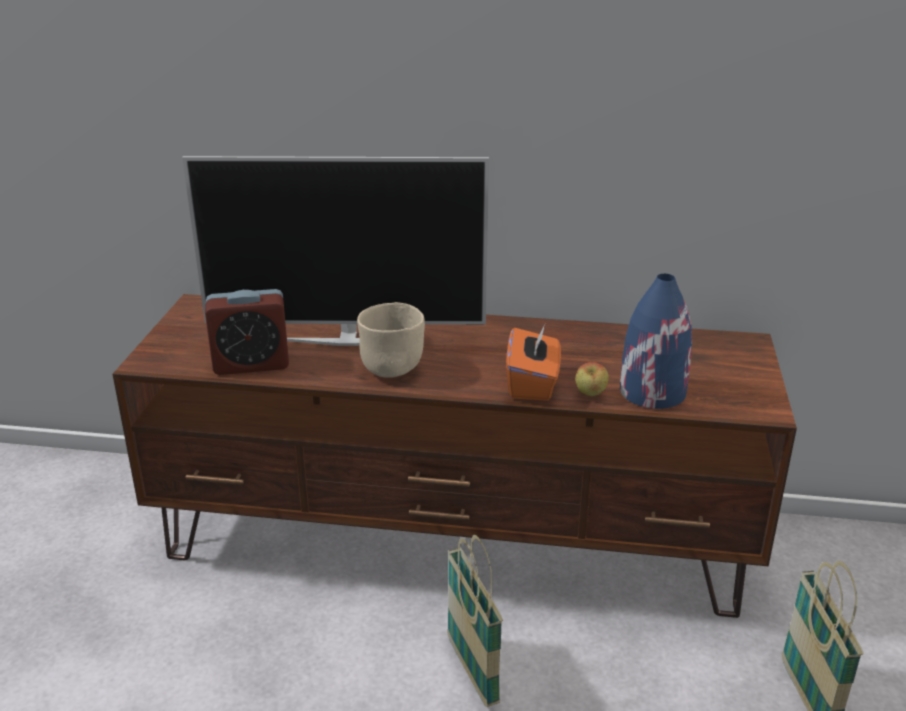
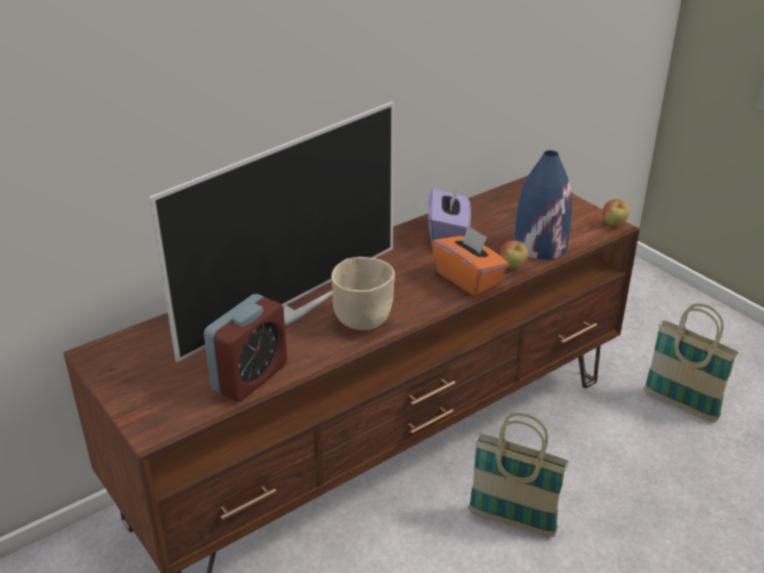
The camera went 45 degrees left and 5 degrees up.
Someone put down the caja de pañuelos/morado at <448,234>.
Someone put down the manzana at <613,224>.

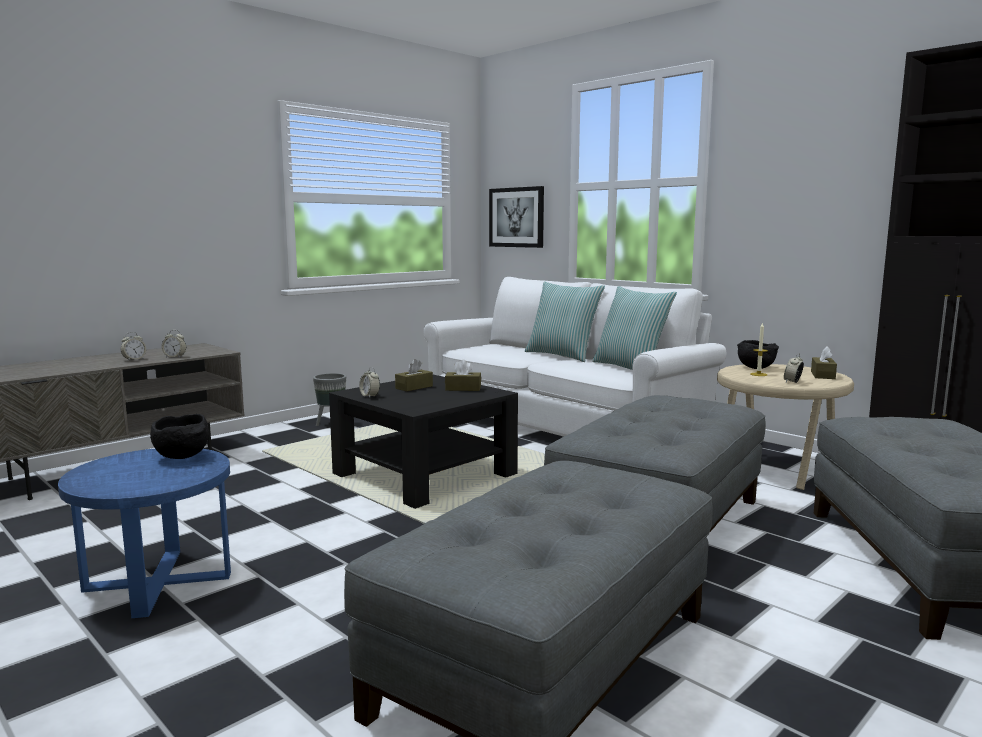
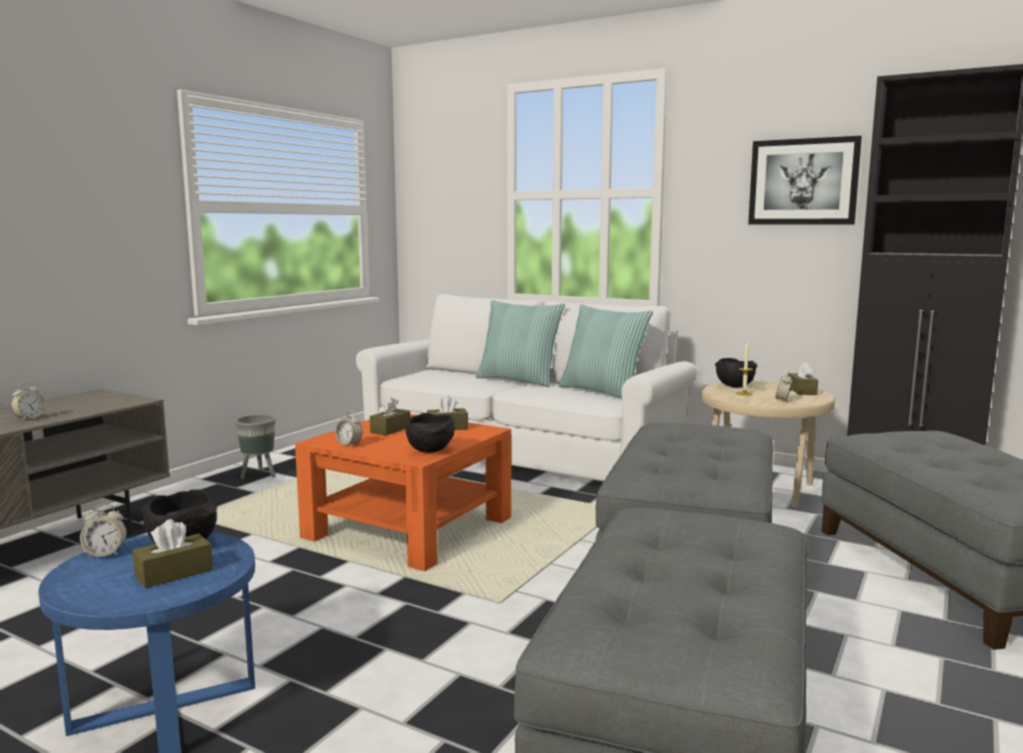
The camera went 15 degrees left and 0 degrees up.
Someone put down the caja de pañuelos/marrón at <174,573>.
Someone put down the cuenco/negro at <431,451>.
Someone carried the despertador from <175,357> to <105,554>.
Someone carried the cuadro from <516,217> to <803,182>.
Someone repainted the mesa de centro/negro at <424,474>, which became the mesa de centro/naranja at <409,528>.

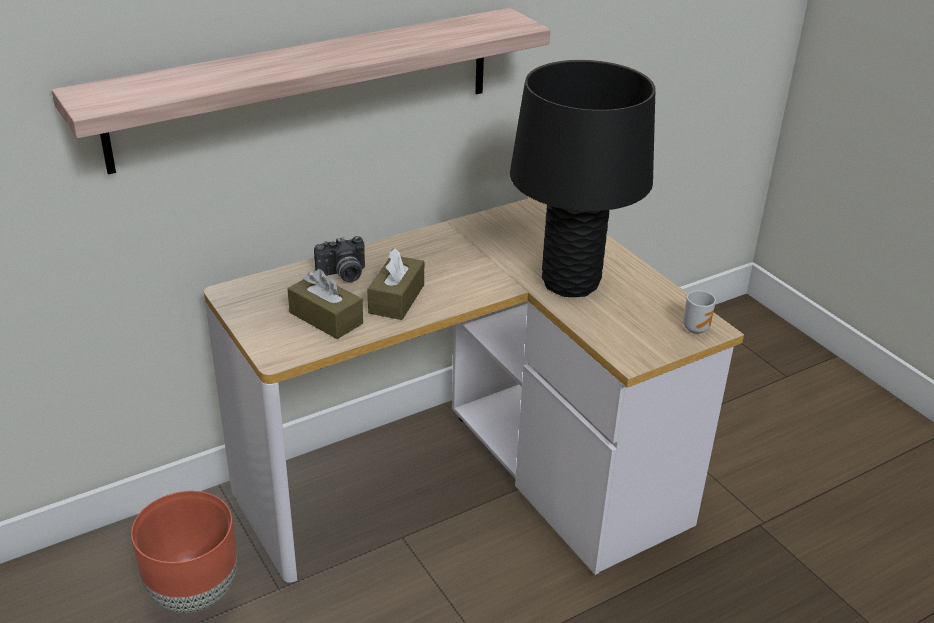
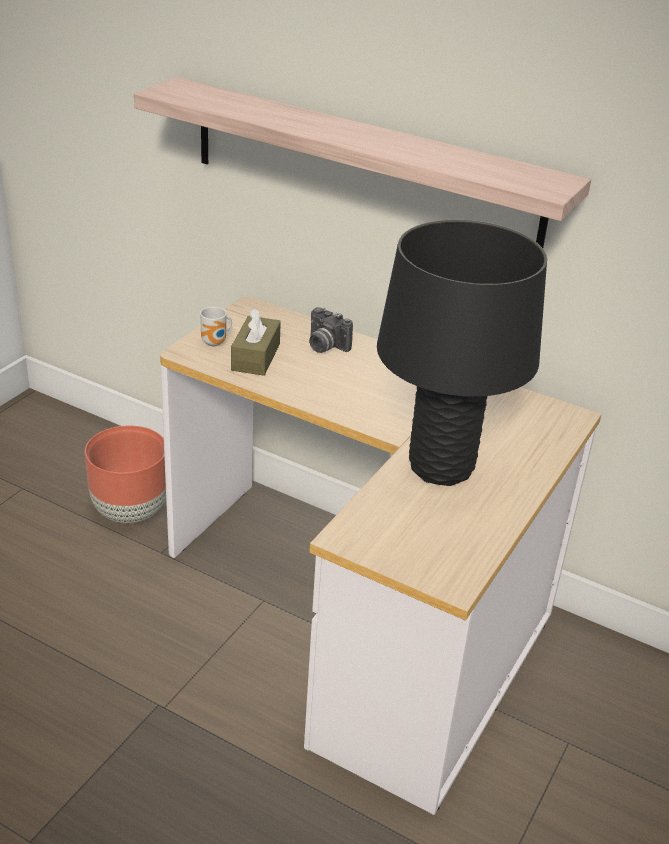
The camera went 60 degrees right and 0 degrees up.
Someone took away the caja de pañuelos/marrón at <396,299>.
Someone carried the taza grande from <696,328> to <216,343>.

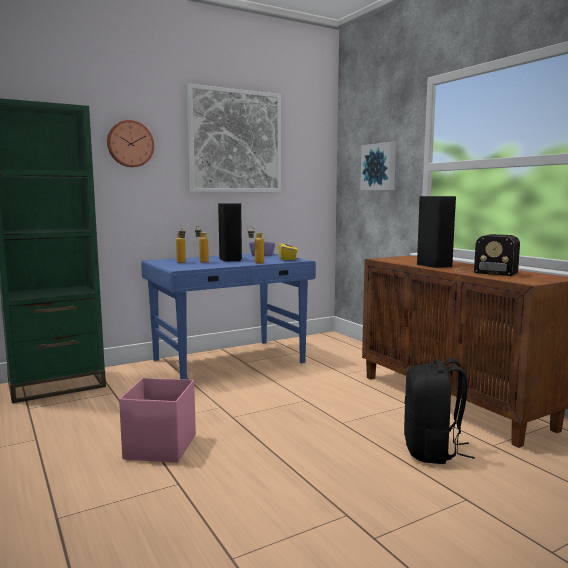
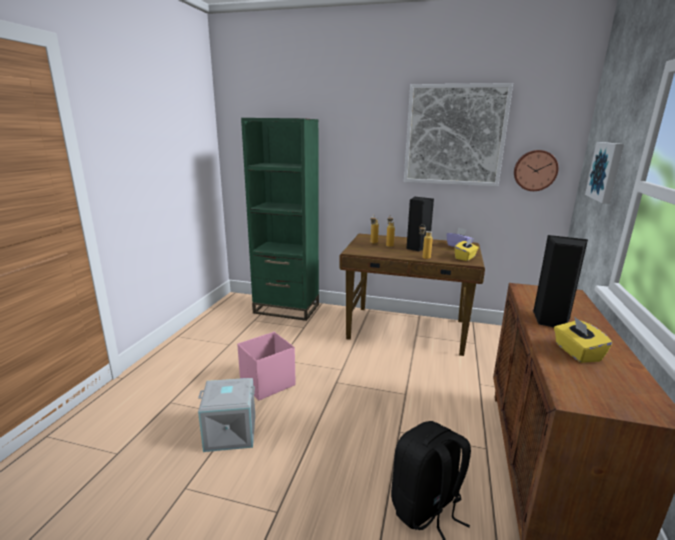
The camera went 45 degrees right and 10 degrees up.
Someone put down the caja de almacenaje/gris at <230,433>.
Someone carried the reloj de pared from <130,144> to <535,170>.
Someone swapped the radio at <482,271> for the caja de pañuelos/amarillo at <576,352>.
Someone repainted the escritorio/azul at <230,361>, which became the escritorio/marrón at <407,330>.

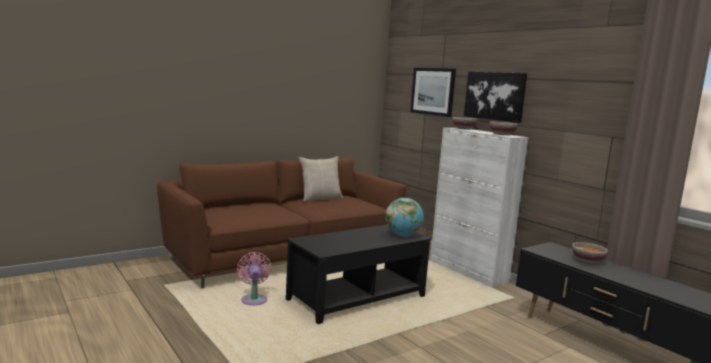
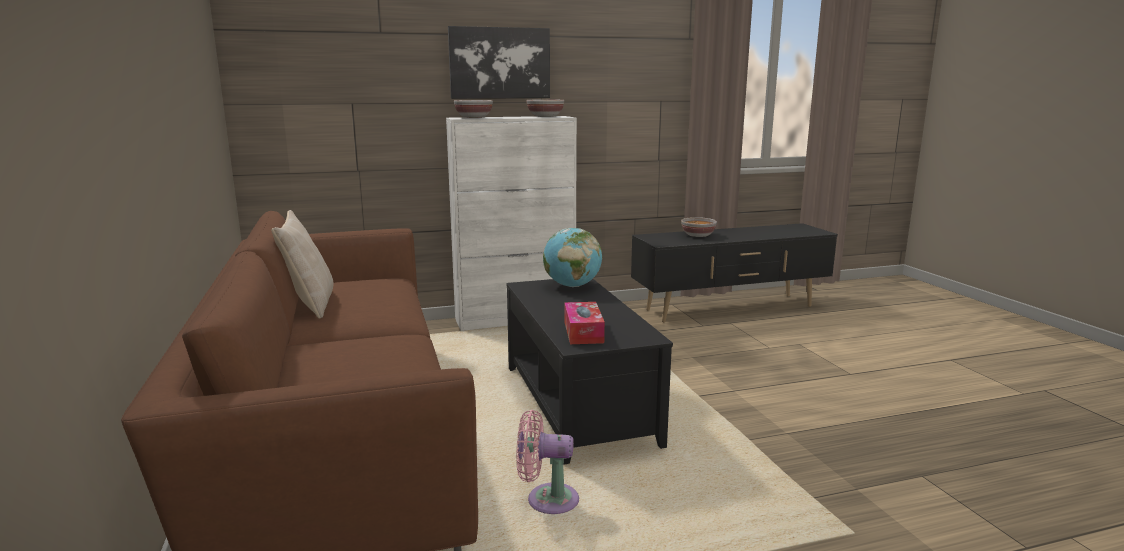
The camera went 70 degrees left and 5 degrees up.
Someone took away the cuadro at <433,91>.
Someone put down the caja de pañuelos at <583,332>.

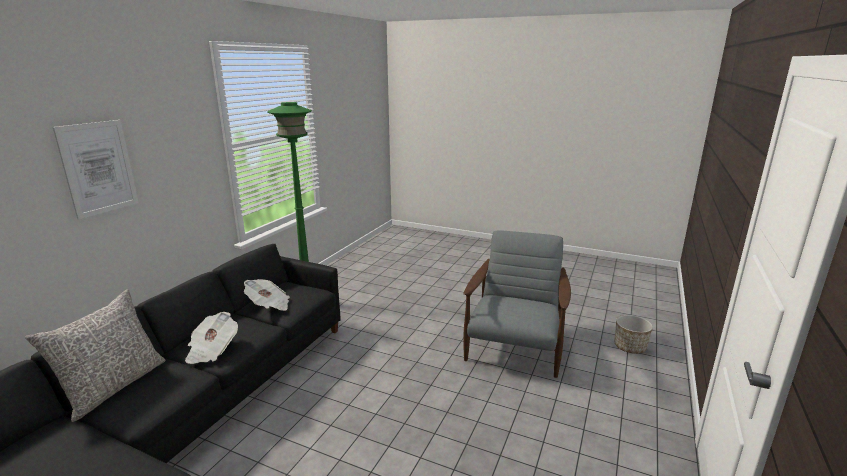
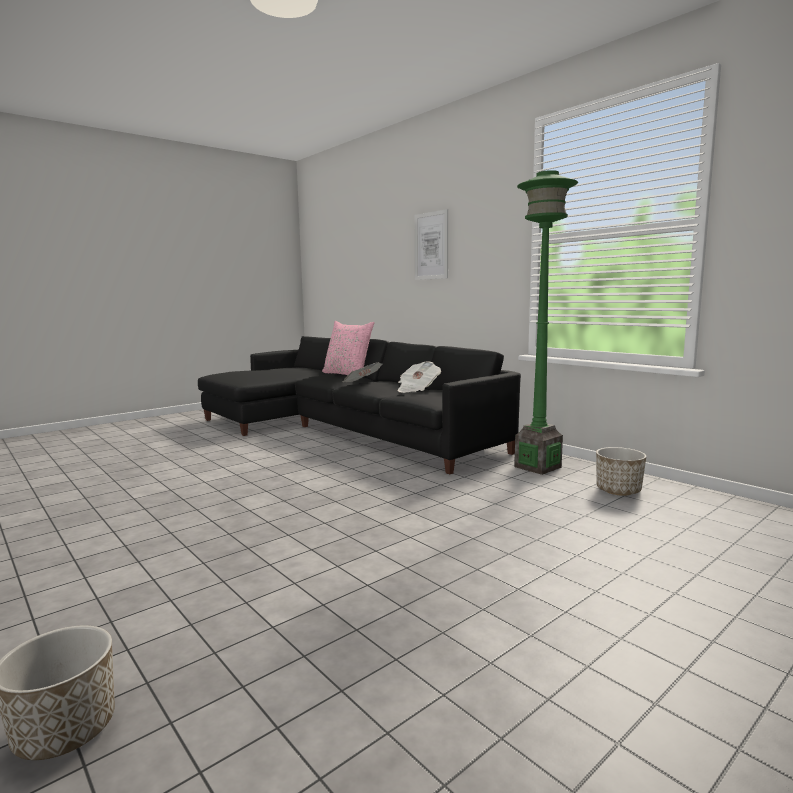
The camera went 115 degrees right and 10 degrees down.
Someone took away the sillón/gris at <514,346>.
Someone put down the maceta at <618,491>.
Someone repainted the cojín/gris at <113,386>, which became the cojín/rosa at <348,374>.

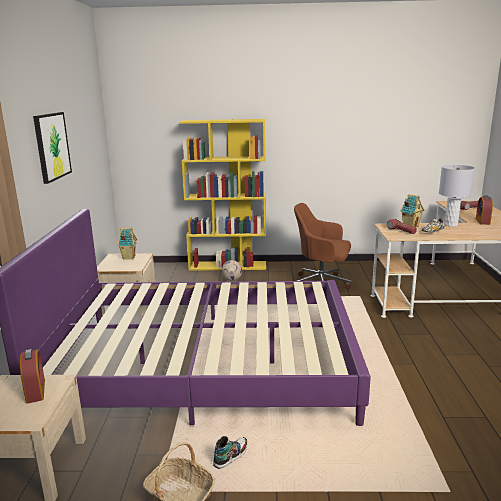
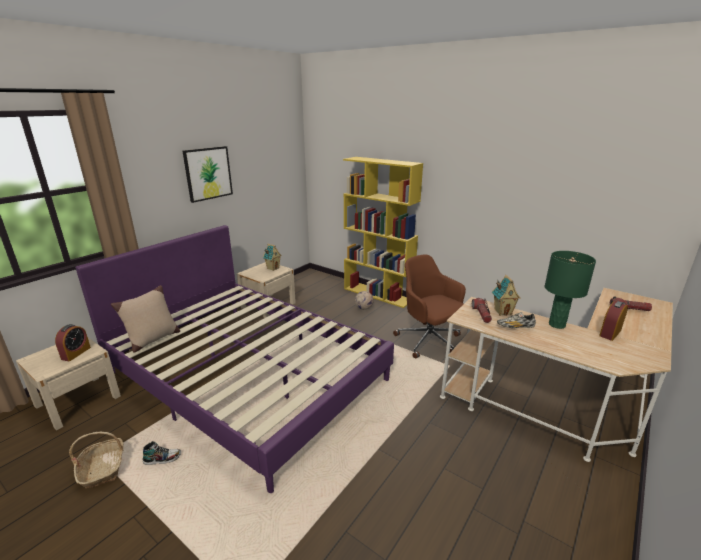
The camera went 35 degrees right and 5 degrees up.
Someone put down the cojín/beis at <152,340>.
Someone repainted the lámpara de mesa/gris at <450,225>, which became the lámpara de mesa/verde at <556,324>.

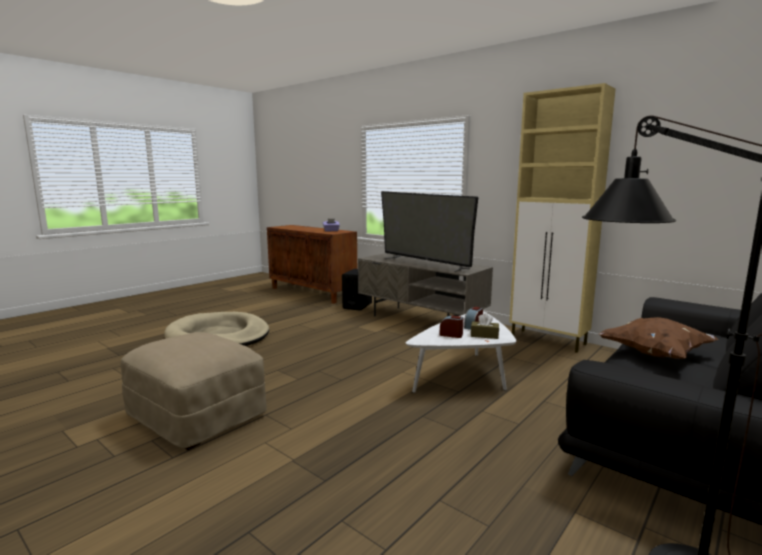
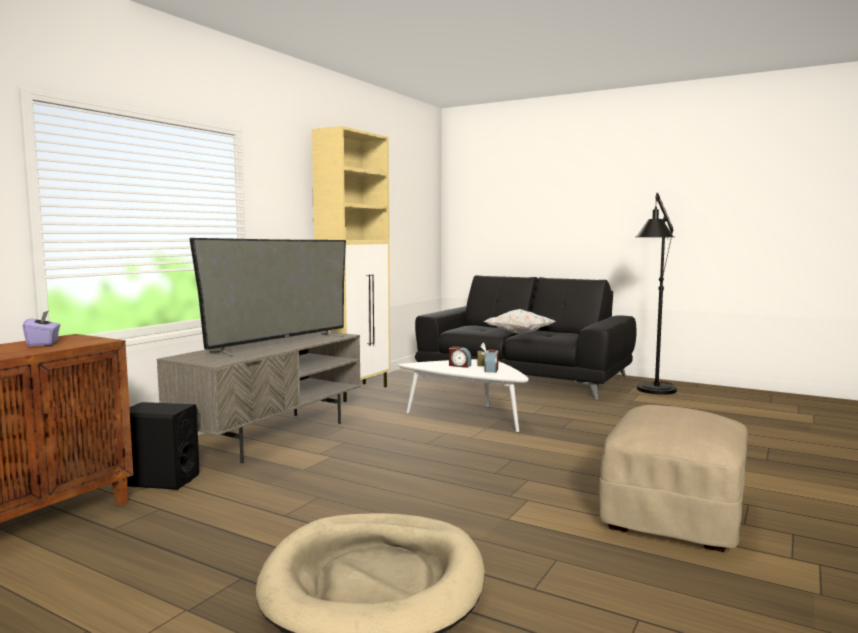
The camera went 100 degrees left and 5 degrees down.
Someone repainted the cojín/marrón at <655,354>, which became the cojín/blanco at <518,333>.

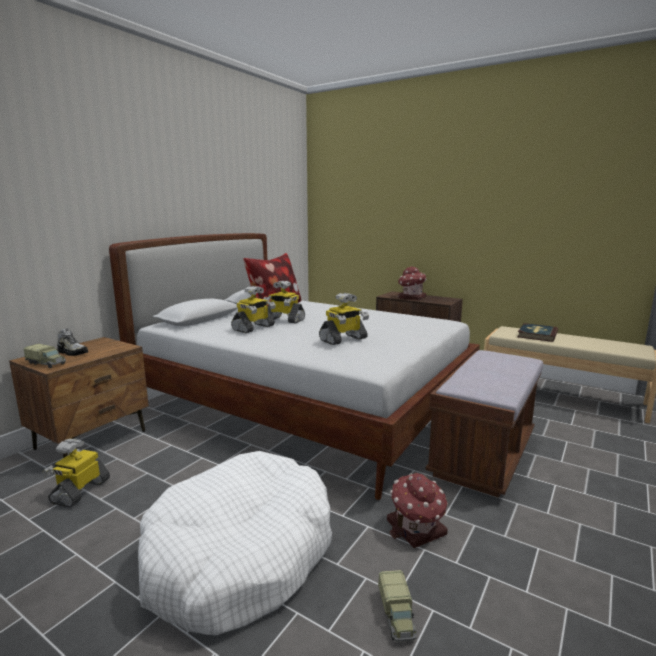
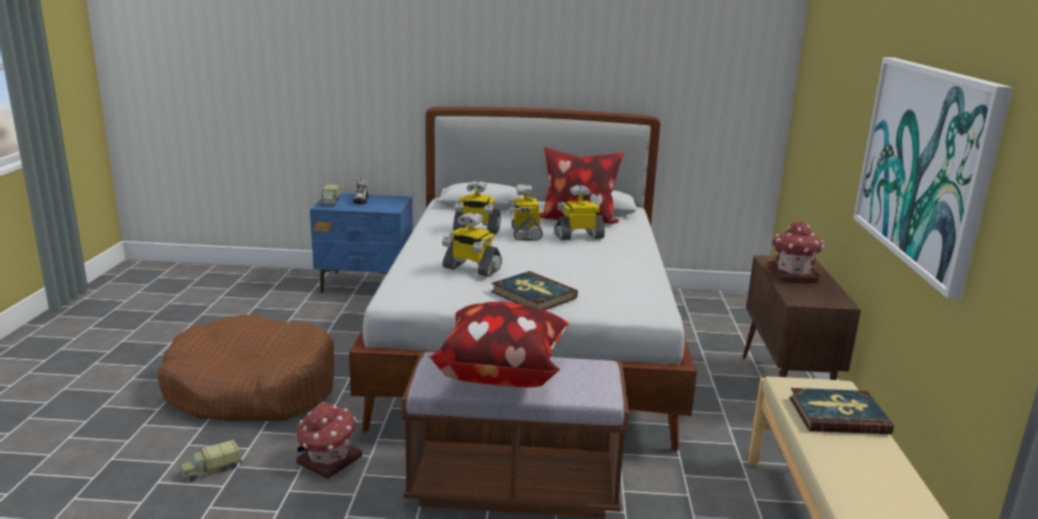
The camera went 60 degrees right and 5 degrees up.
Someone put down the cojín at <500,372>.
Someone put down the libro at <533,295>.
Someone put up the cuadro at <924,165>.
Someone carried the robot de juguete from <80,491> to <579,236>.
Someone repainted the mesita de noche/marrón at <92,440>, which became the mesita de noche/azul at <366,284>.
Someone repainted the cama para perro/blanco at <240,554>, which became the cama para perro/marrón at <252,389>.

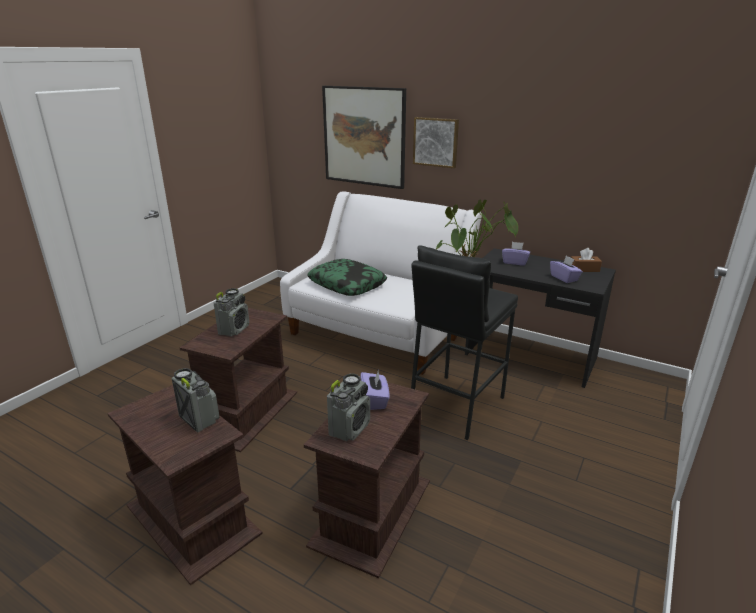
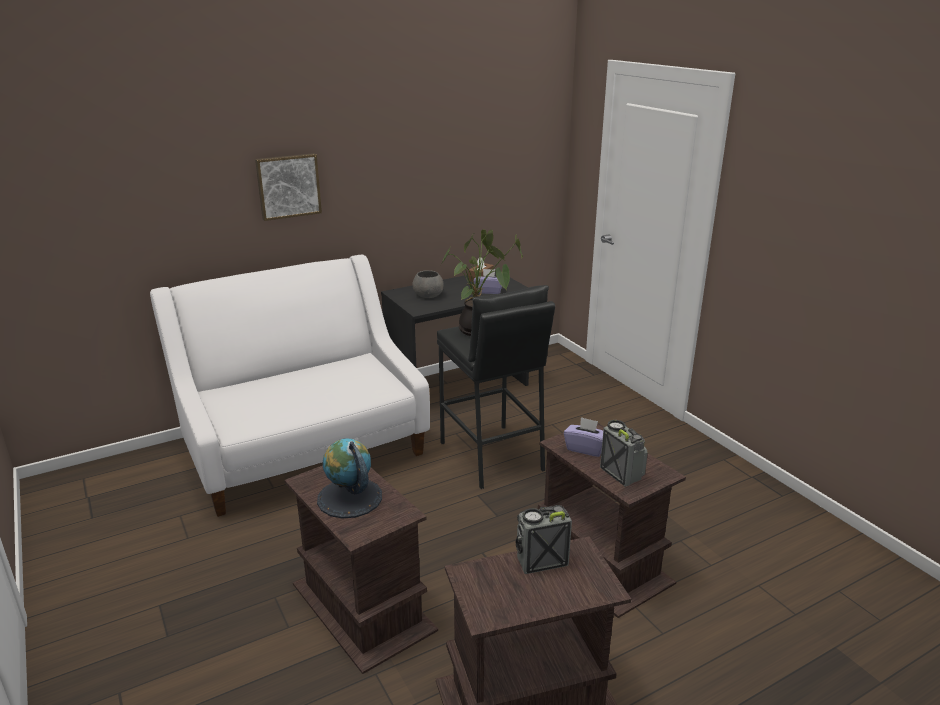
The camera went 60 degrees left and 0 degrees up.
Someone took away the cojín at <347,284>.
Someone took away the cuadro at <364,136>.
Someone swapped the radio at <234,329> for the globo terráqueo at <349,498>.
Someone swapped the caja de pañuelos/morado at <515,262> for the cuenco/gris at <428,295>.

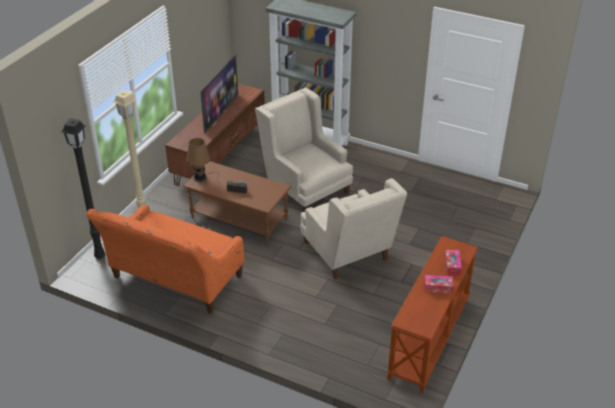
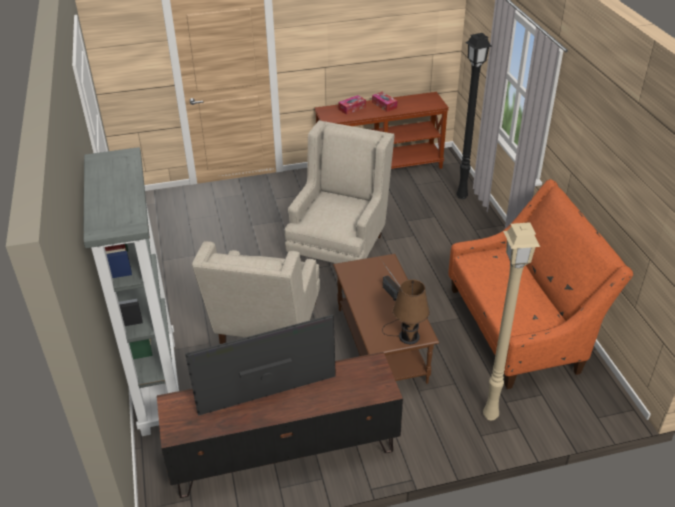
The camera went 130 degrees left and 0 degrees up.
Someone carried the lámpara de pie/negro from <99,256> to <462,197>.

